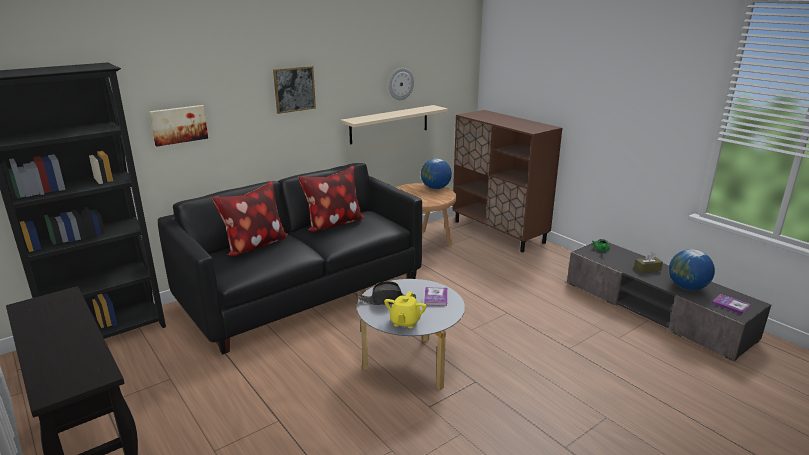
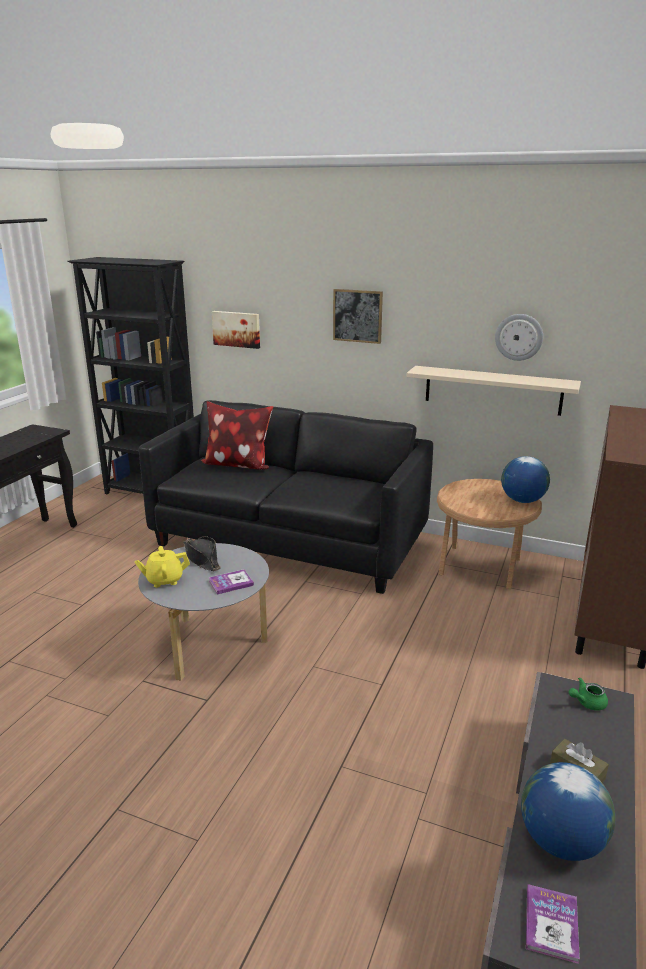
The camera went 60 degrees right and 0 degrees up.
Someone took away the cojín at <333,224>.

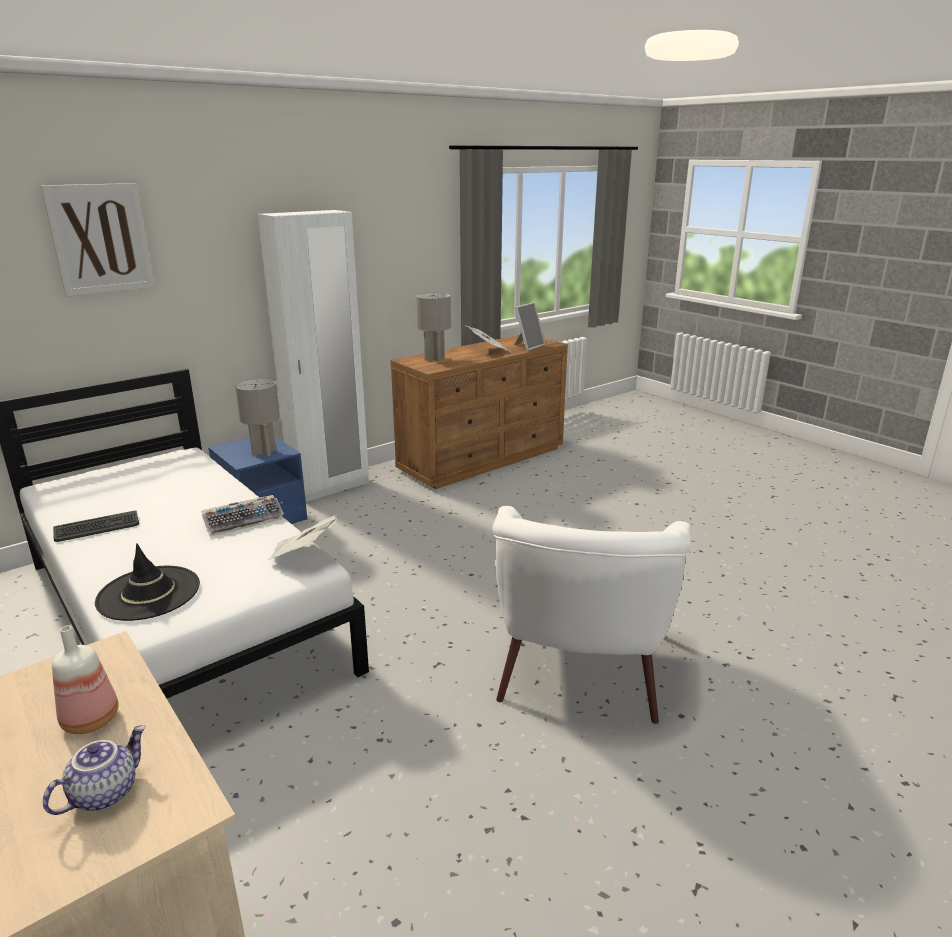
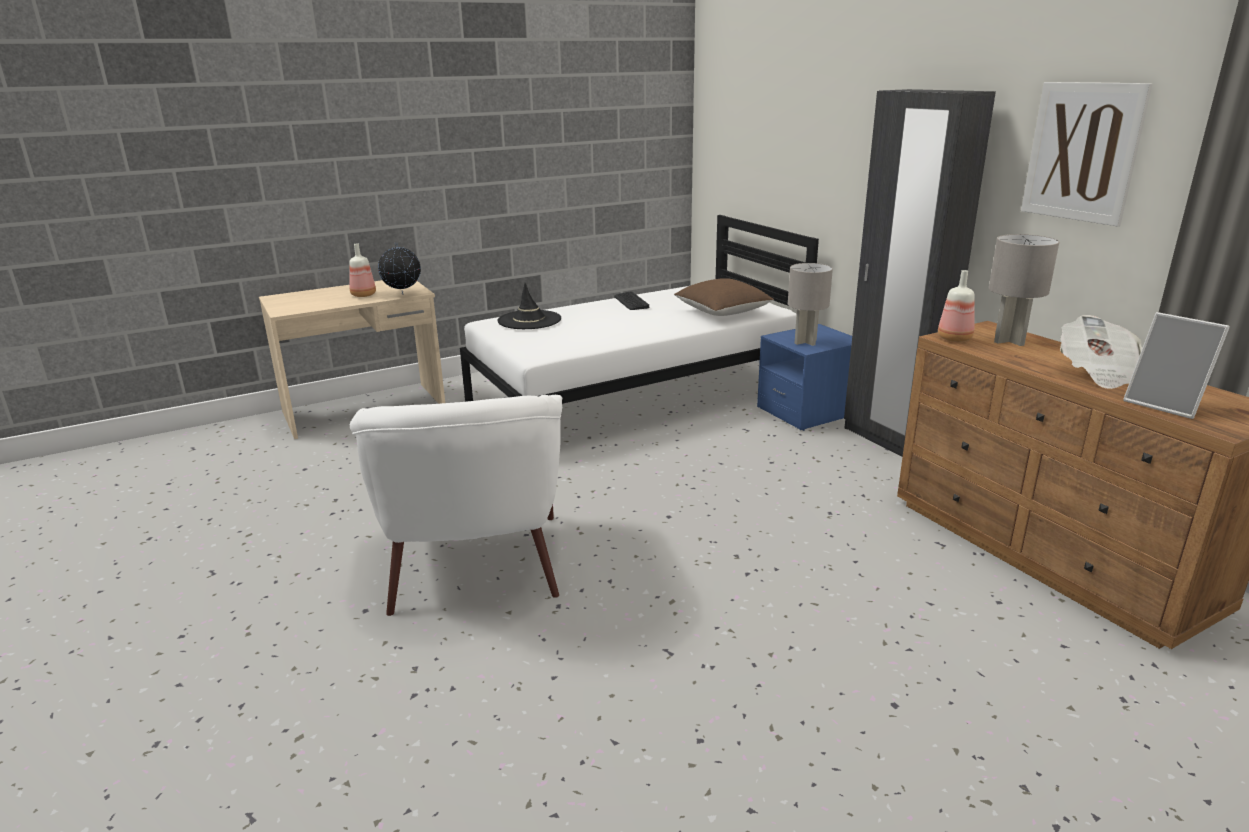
The camera went 100 degrees right and 0 degrees up.
Someone took away the tetera at <104,792>.
Someone took away the teclado at <244,520>.
Someone took away the periódico at <304,554>.
Someone put down the globo terráqueo at <402,294>.
Someone put down the cojín/marrón at <722,312>.
Someone put down the botella at <954,338>.
Someone carried the cuadro from <100,239> to <1082,152>.
Someone repainted the armario ropero/blanco at <330,488>, which became the armario ropero/negro at <889,440>.
Someone rotated the sillón/blanco at <580,666> by 120 degrees counterclockwise.

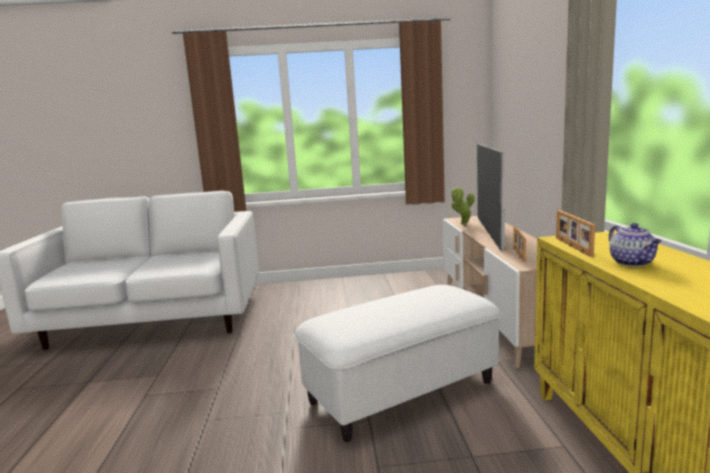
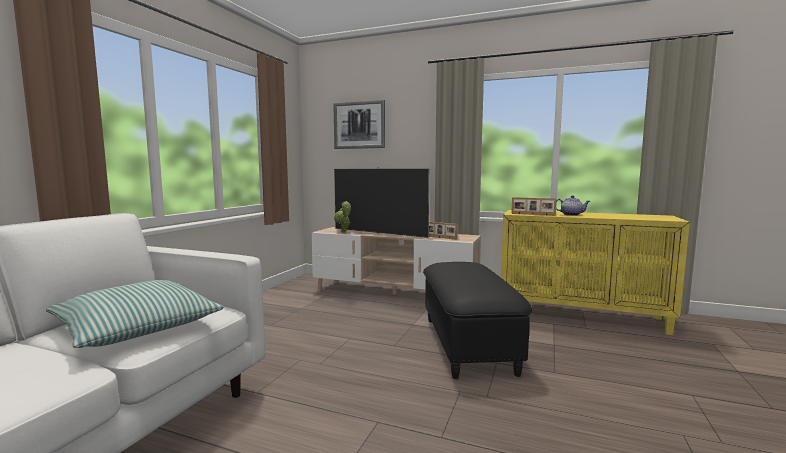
The camera went 65 degrees left and 5 degrees down.
Someone put down the cojín at <138,327>.
Someone put up the cuadro at <359,125>.
Someone repainted the puf/blanco at <402,393>, which became the puf/negro at <469,344>.

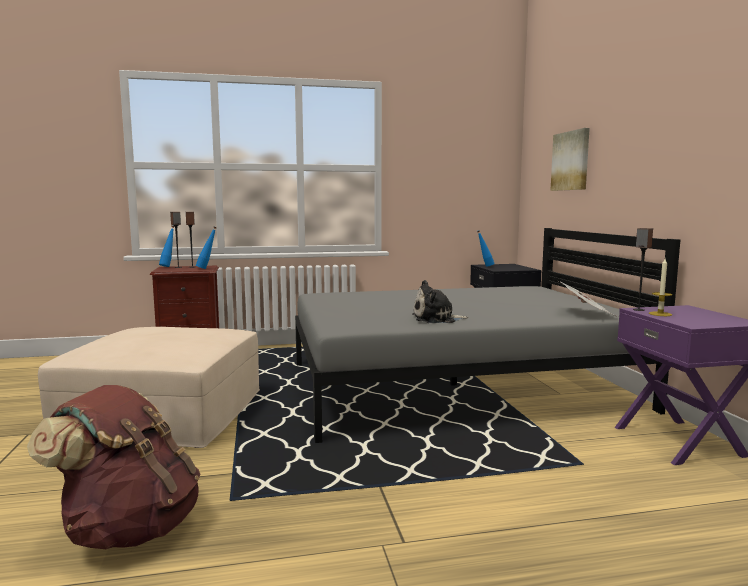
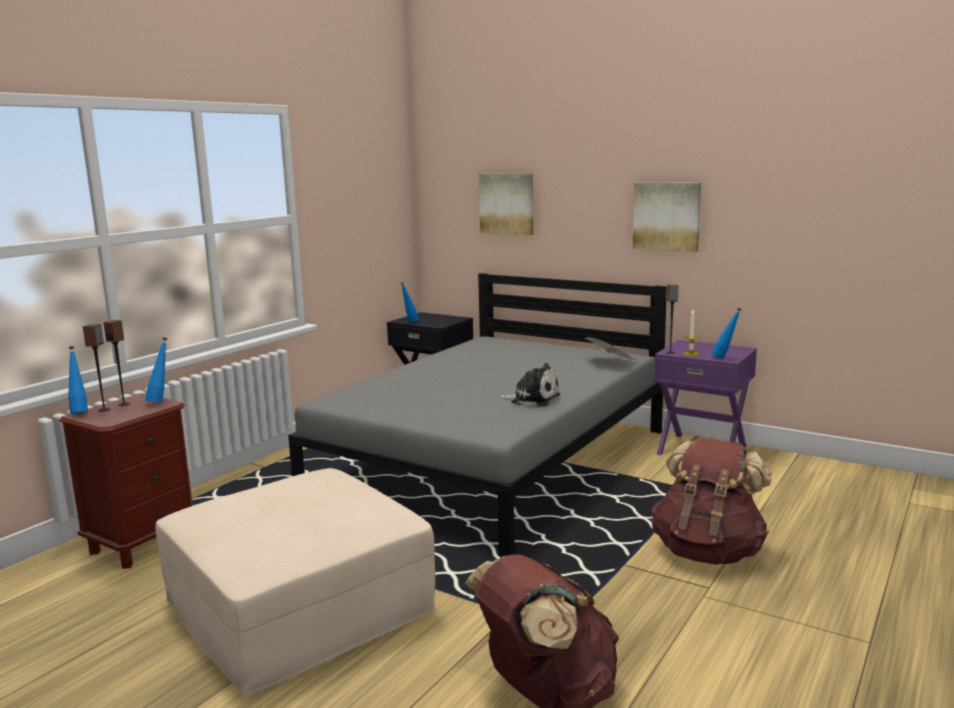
The camera went 45 degrees left and 5 degrees up.
Someone put up the cuadro at <666,216>.
Someone put down the mochila/marrón at <708,552>.
Someone put down the botella/azul at <724,358>.
Someone rotated the peluche at <436,319> by 105 degrees counterclockwise.

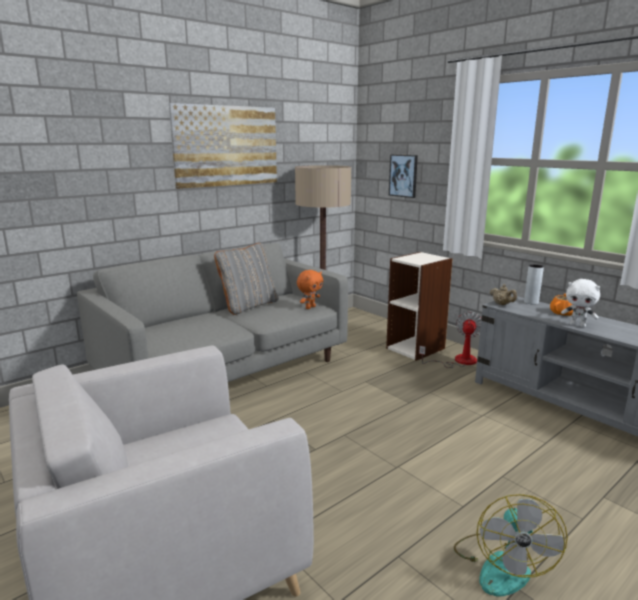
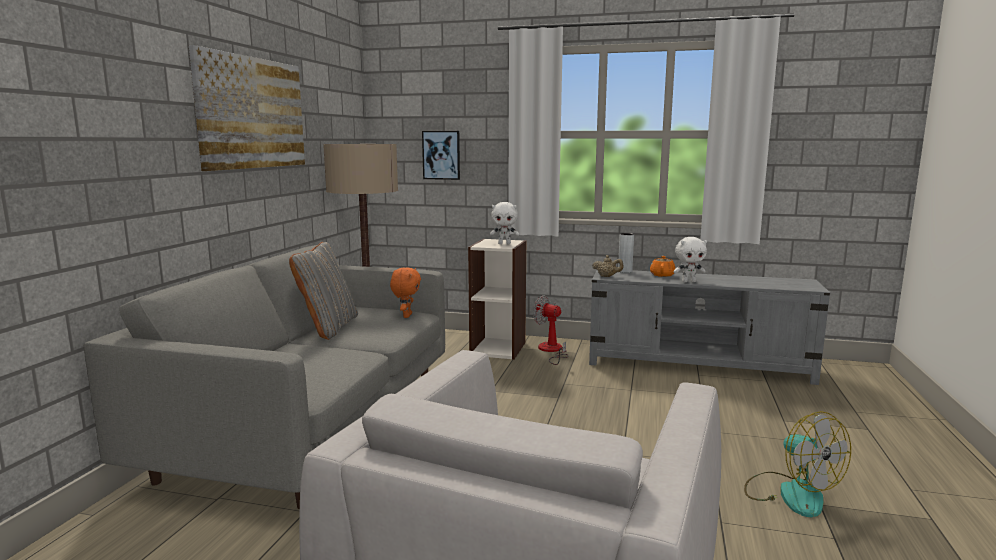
The camera went 35 degrees left and 5 degrees down.
Someone put down the peluche/blanco at <504,243>.
Someone rotated the ventilador at <458,361> by 45 degrees counterclockwise.

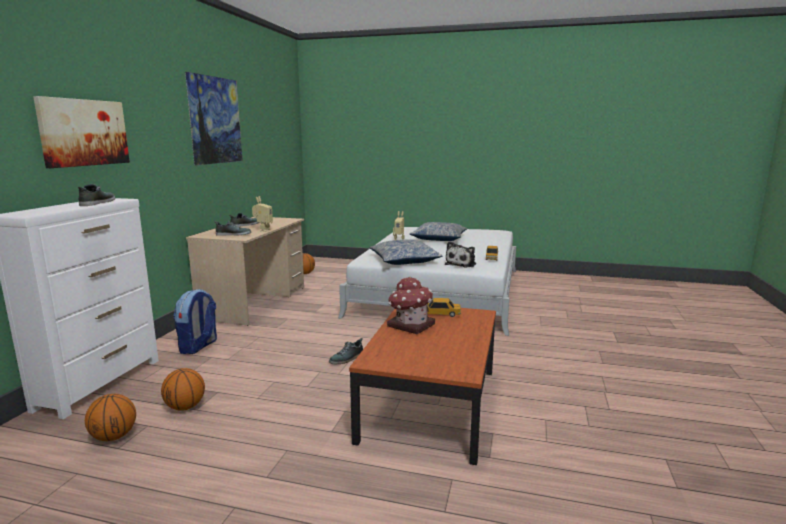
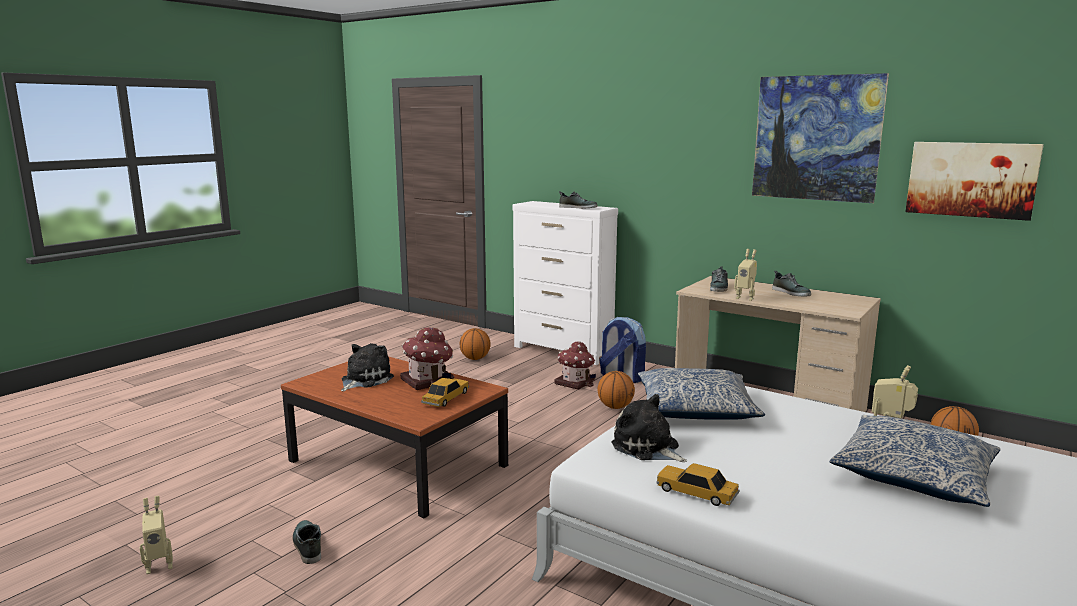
The camera went 110 degrees right and 0 degrees up.
Someone put down the robot de juguete at <159,565>.
Someone put down the peluche at <364,380>.
Someone put down the casita at <575,382>.
Someone carried the cuadro from <84,132> to <971,179>.
Someone carried the balón de baloncesto from <185,407> to <615,407>.
Someone carried the zapato from <347,358> to <307,545>.

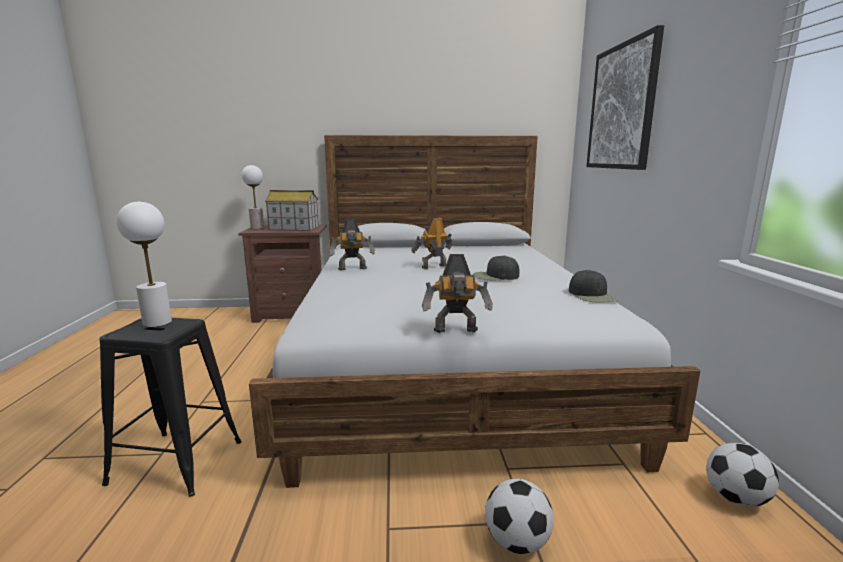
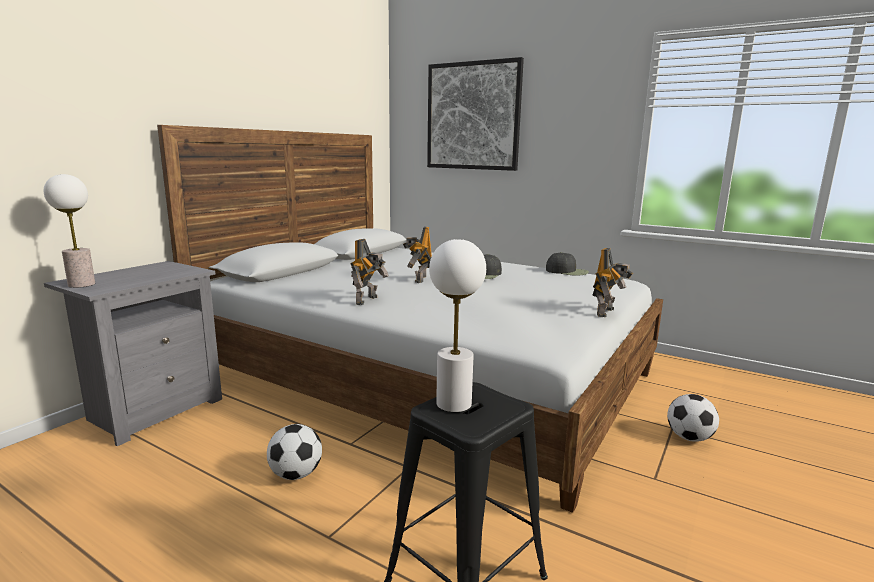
The camera went 55 degrees left and 0 degrees up.
Someone took away the casita at <293,228>.
Someone carried the balón de fútbol from <735,498> to <296,474>.
Someone repainted the mesita de noche/marrón at <292,314>, which became the mesita de noche/gris at <153,410>.

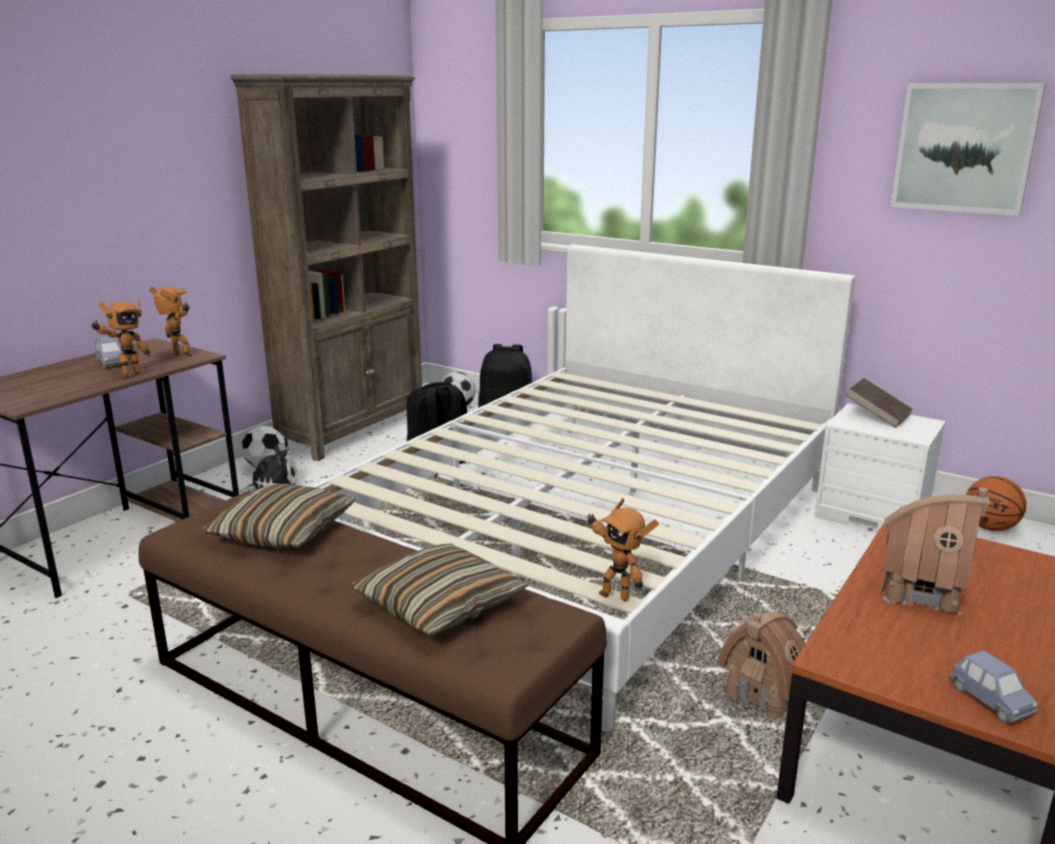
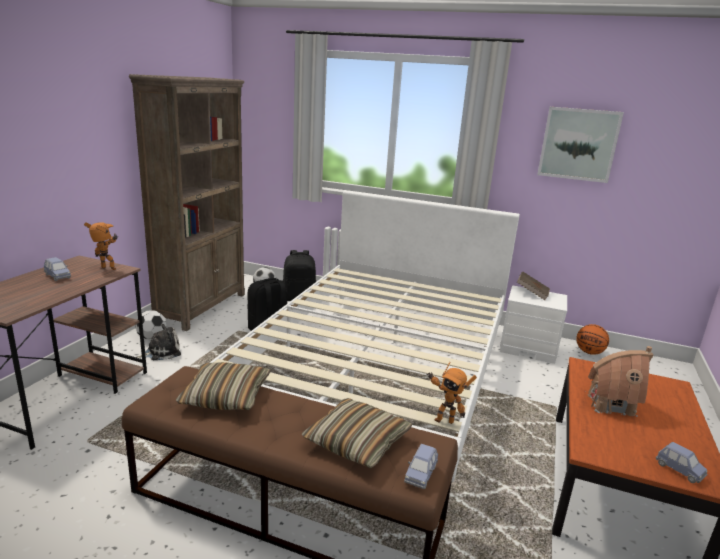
The camera went 15 degrees left and 0 degrees up.
Someone took away the robot de juguete at <127,375>.
Someone took away the casita at <764,695>.
Someone put down the coche de juguete/azul at <420,475>.

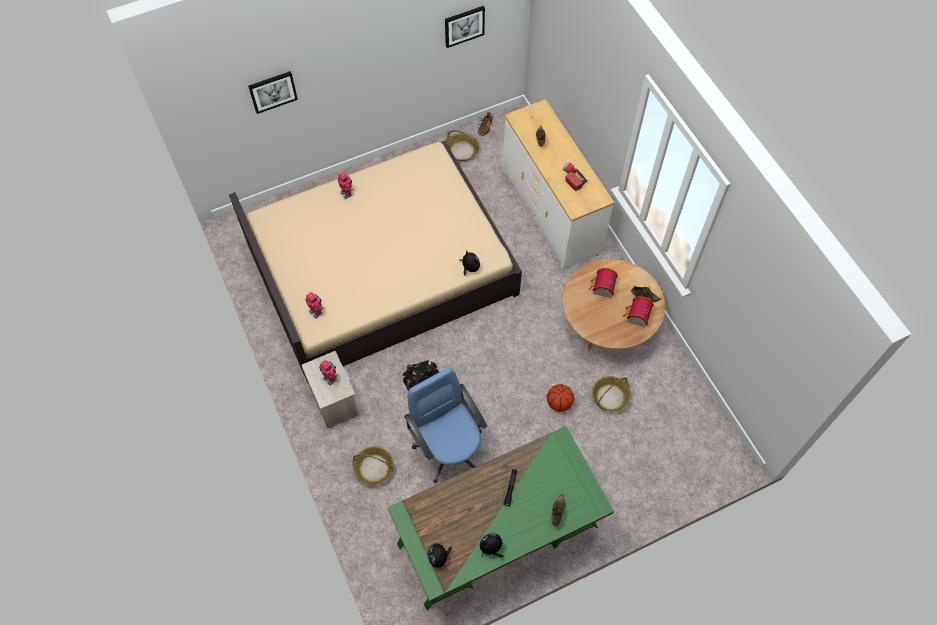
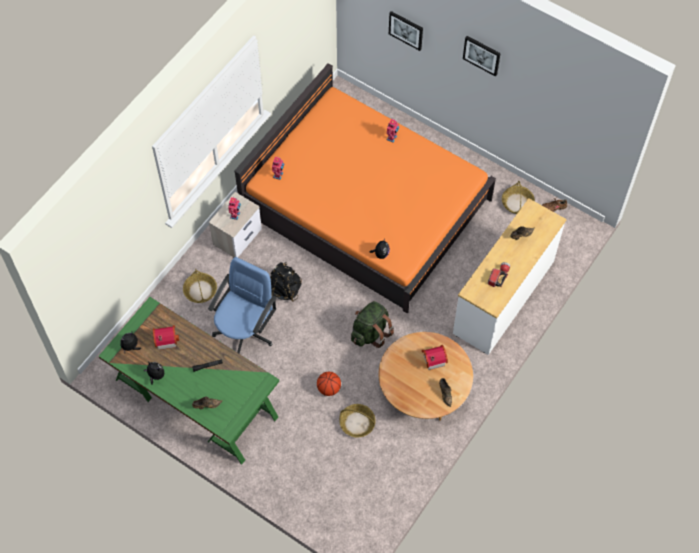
The camera went 60 degrees right and 0 degrees up.
Someone put down the mochila/verde at <370,332>.
Someone carried the cuadro from <464,26> to <482,55>.
Someone carried the casita from <636,316> to <165,339>.
Someone repainted the cama/beis at <380,269>, which became the cama/naranja at <365,206>.

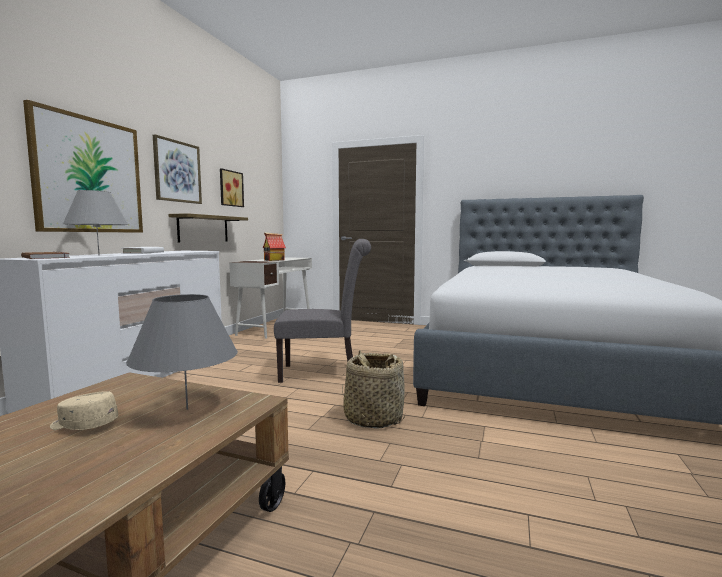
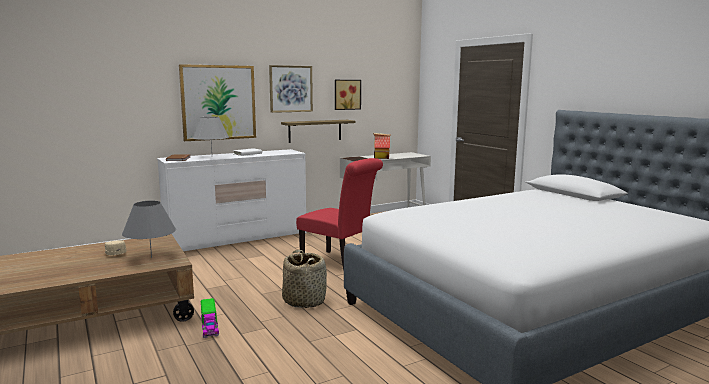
The camera went 40 degrees right and 5 degrees up.
Someone put down the camión de juguete at <209,326>.
Someone repainted the silla/gris at <324,373>, which became the silla/rojo at <339,263>.

